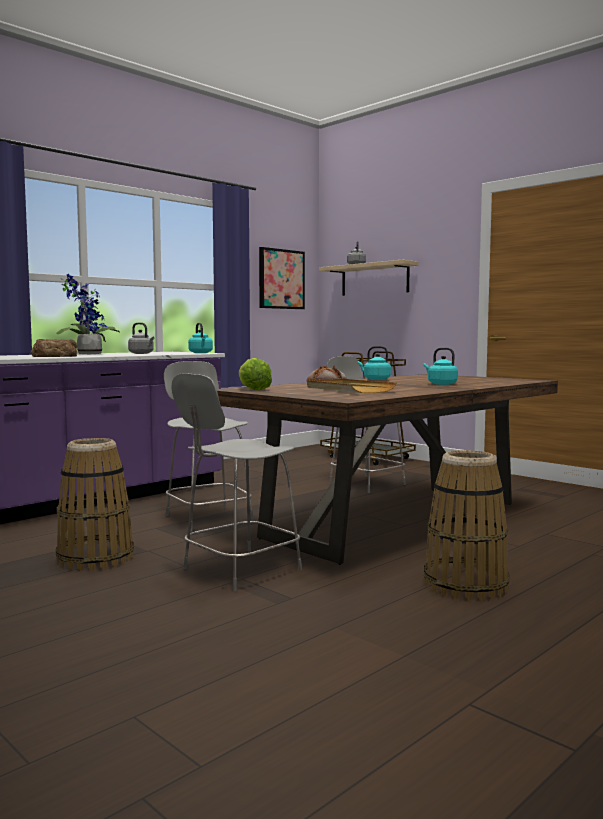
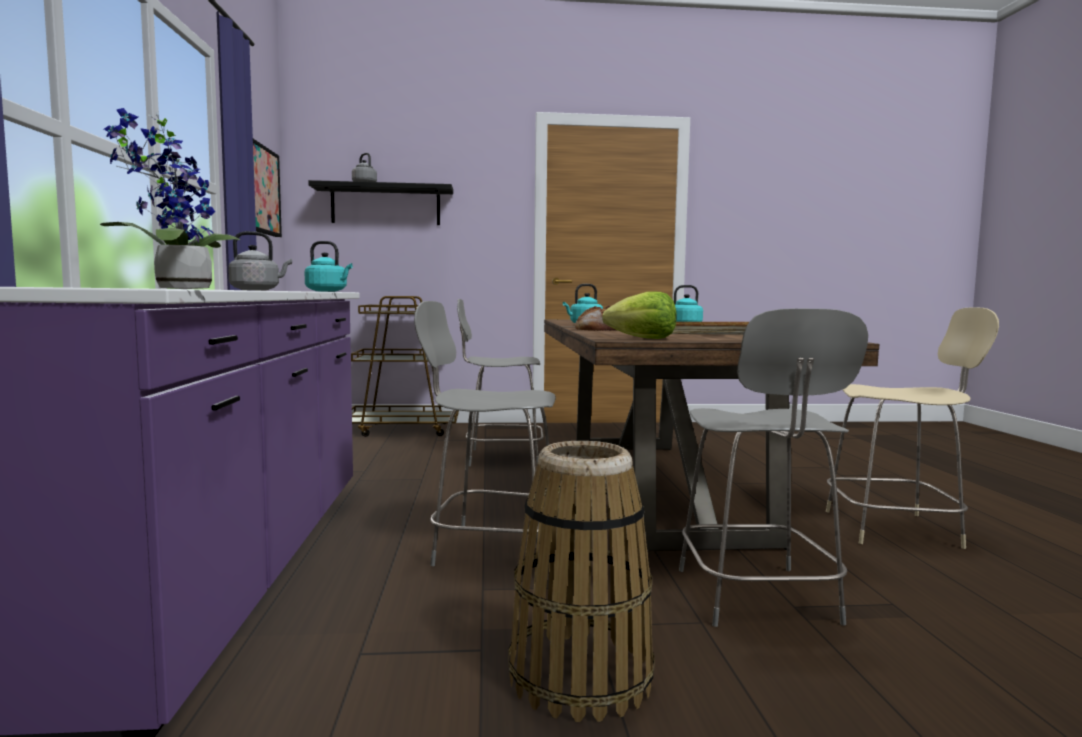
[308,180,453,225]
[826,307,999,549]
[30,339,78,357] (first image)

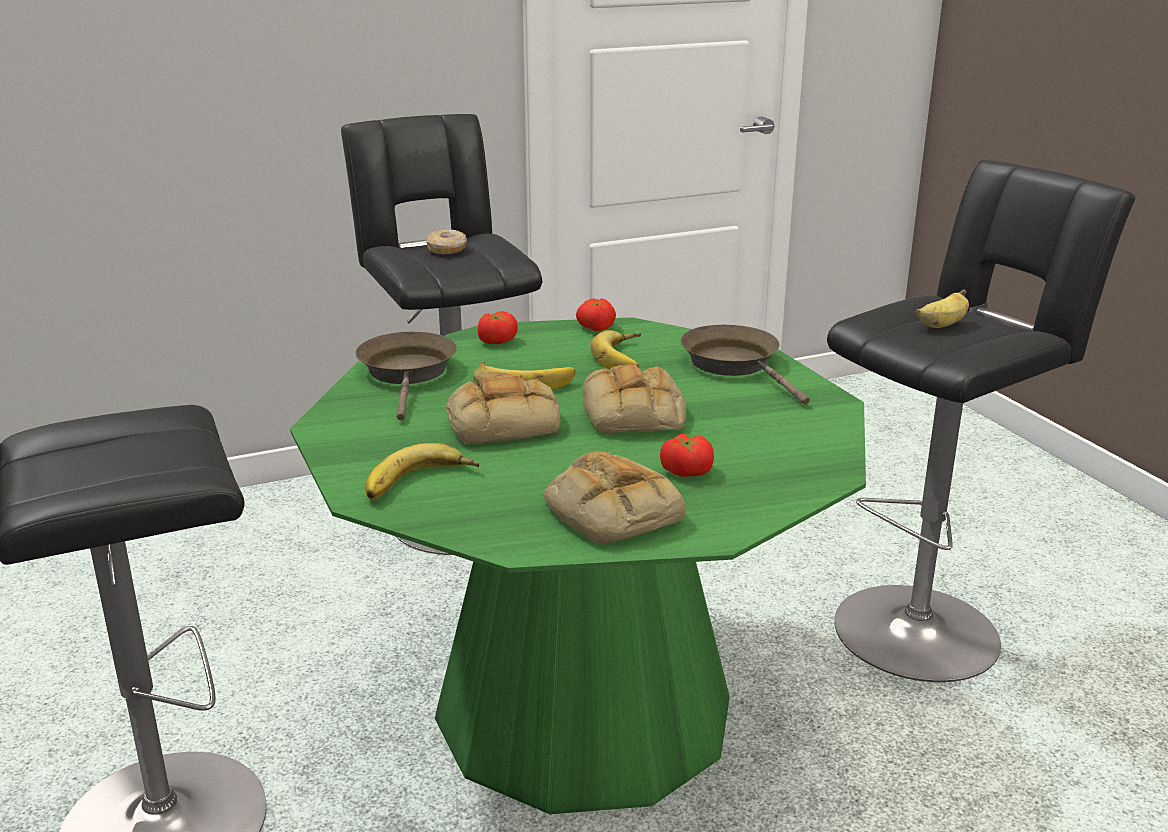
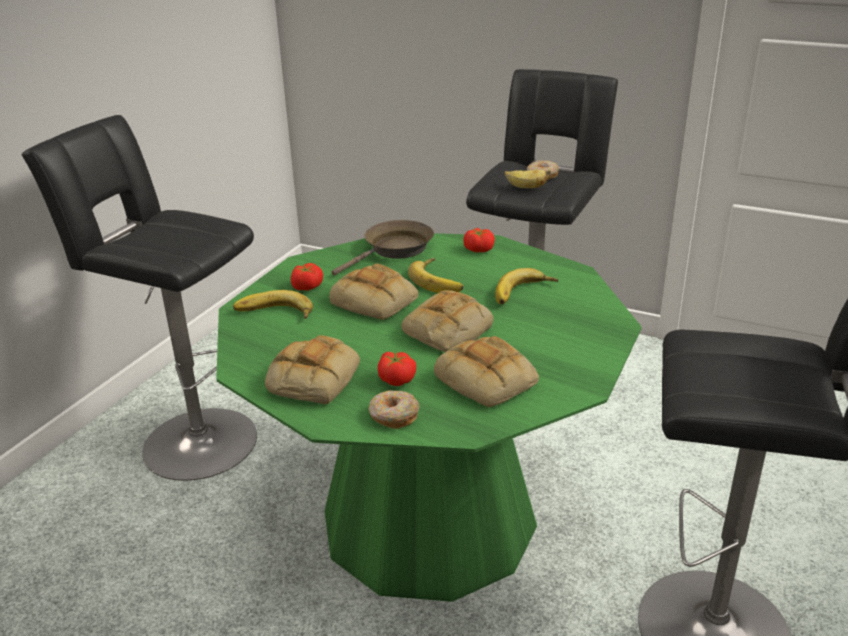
[291,263,323,291]
[369,391,420,429]
[434,336,539,408]
[505,170,551,188]
[680,325,810,404] (first image)

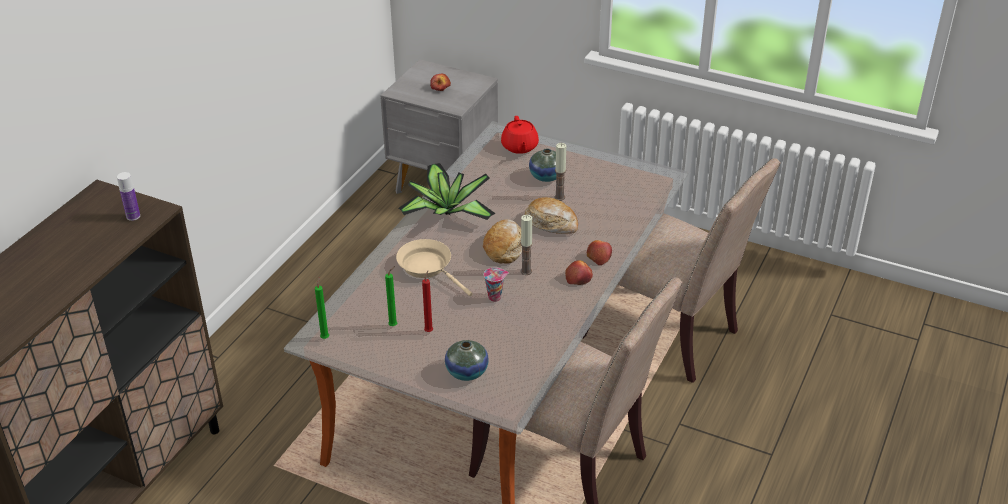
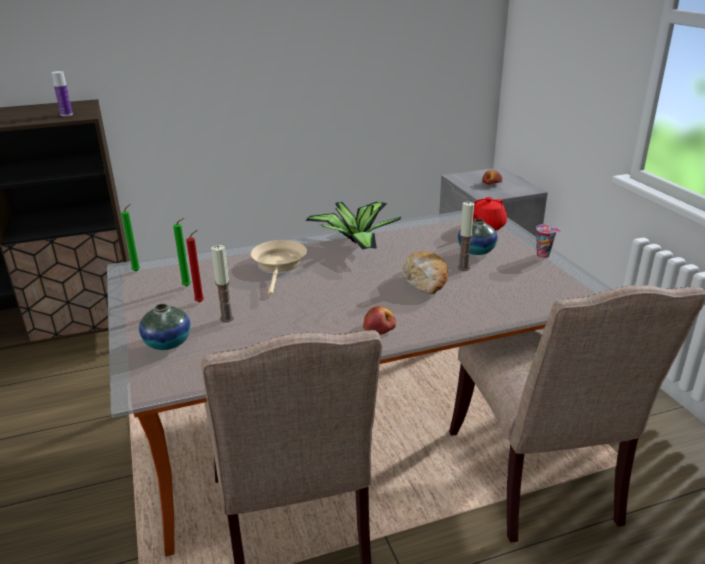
[211,245,234,322]
[536,224,561,258]
[483,219,522,264] (first image)
[587,240,612,265] (first image)

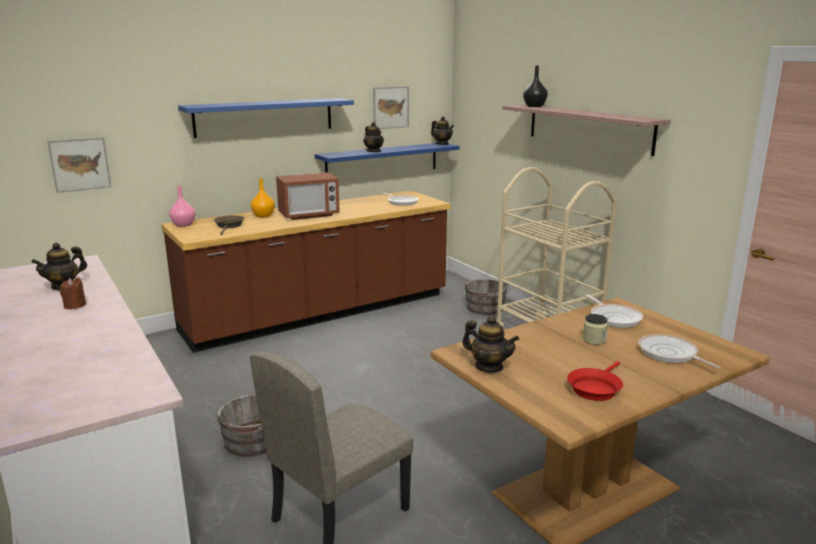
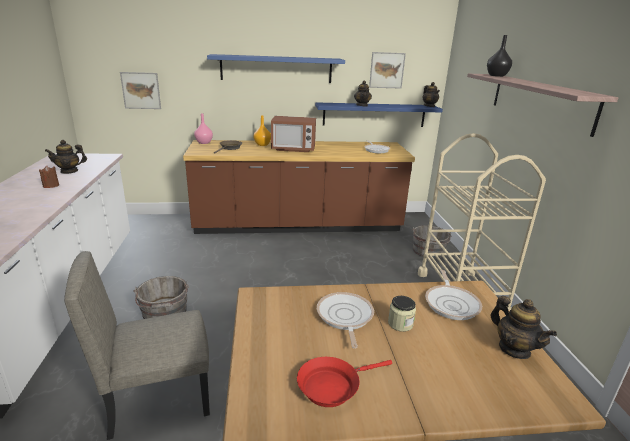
[317,292,374,348]
[491,296,557,359]

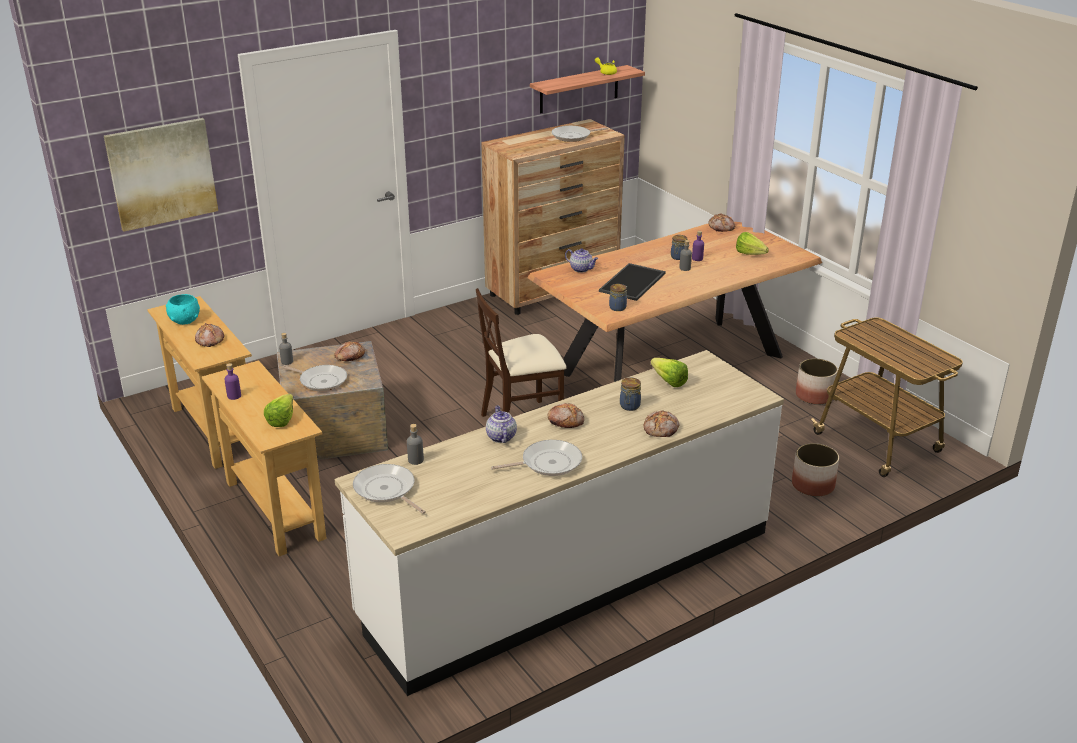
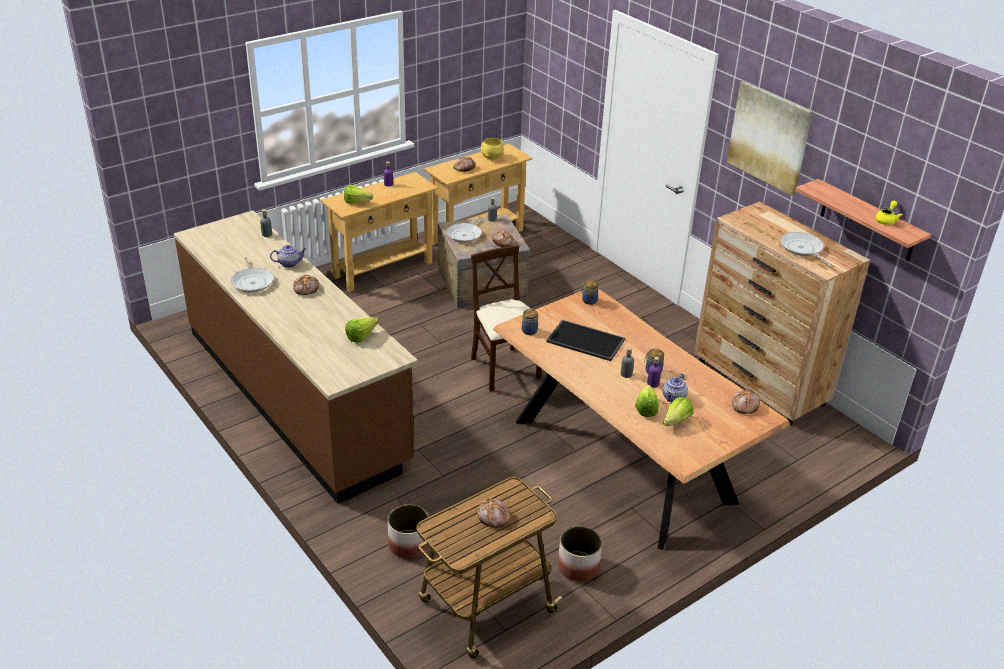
[174,210,418,504]
[478,499,511,528]
[481,138,504,159]
[581,280,599,305]
[635,385,659,417]
[662,373,688,402]
[727,81,813,196]
[353,464,426,514] (first image)

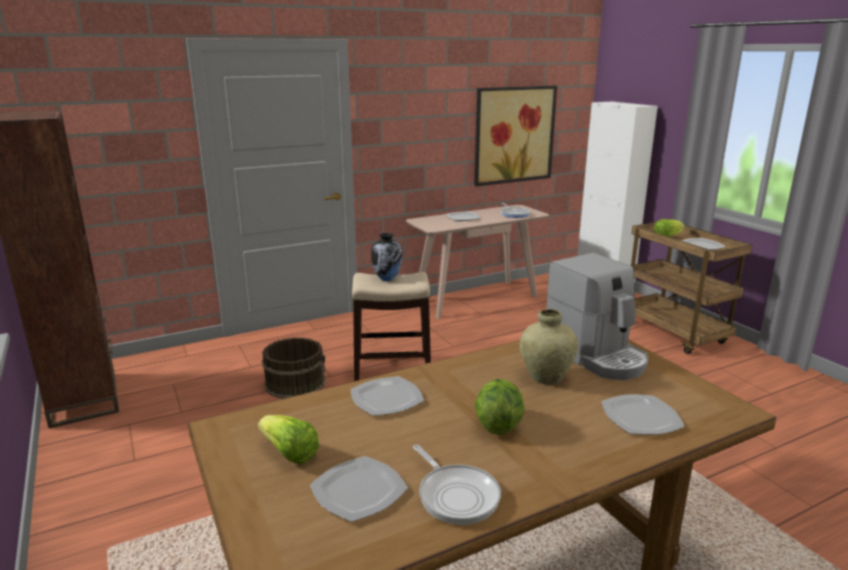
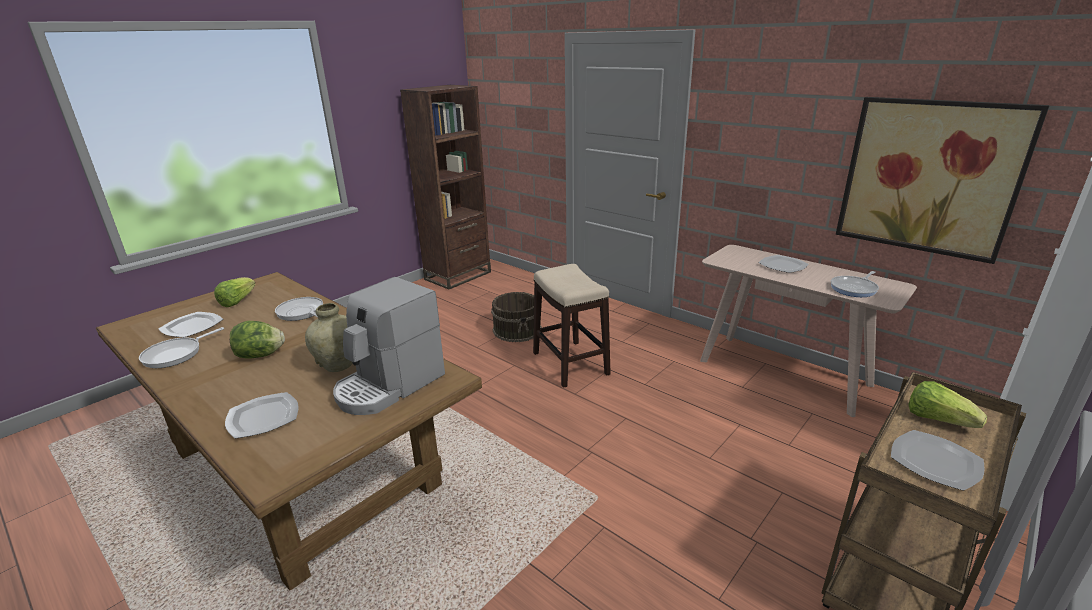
[275,297,323,321]
[371,233,403,281] (first image)

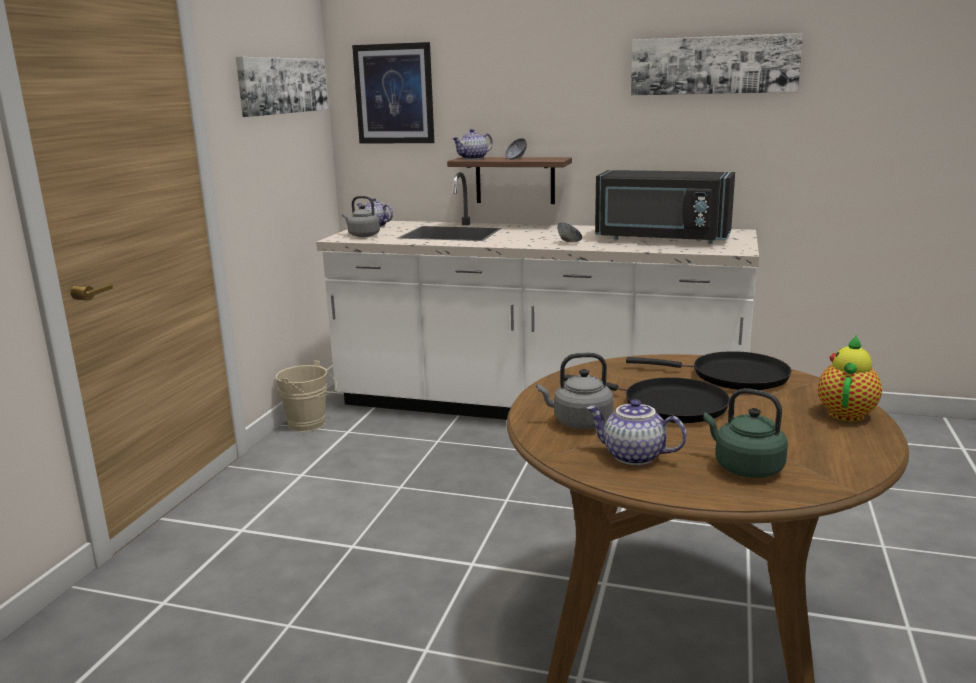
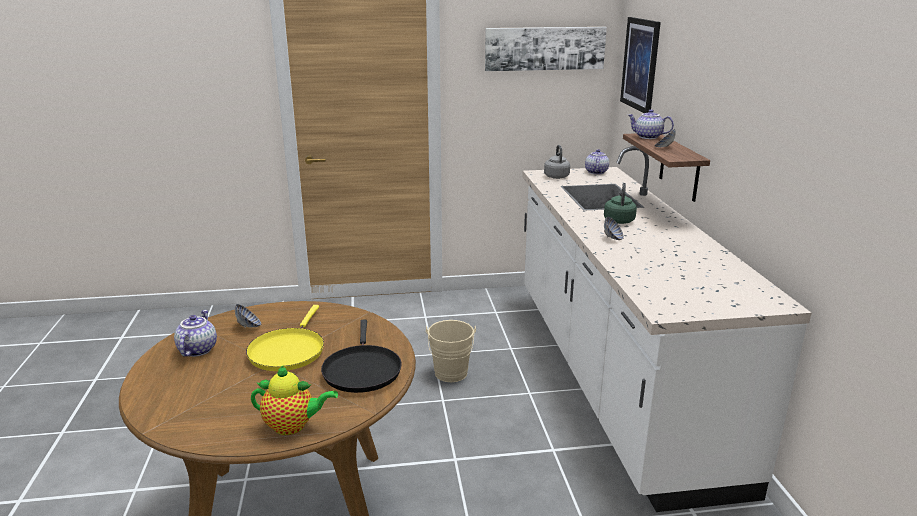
[235,304,261,328]
[246,305,324,371]
[426,320,476,382]
[604,183,637,224]
[595,170,735,244] (first image)
[631,33,803,95] (first image)

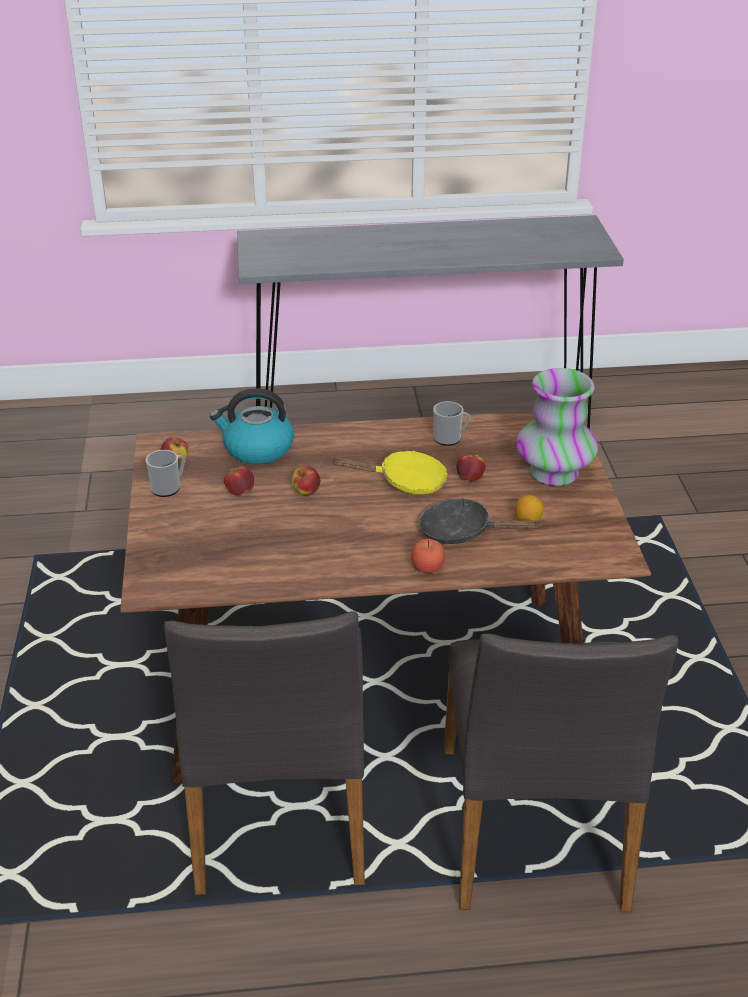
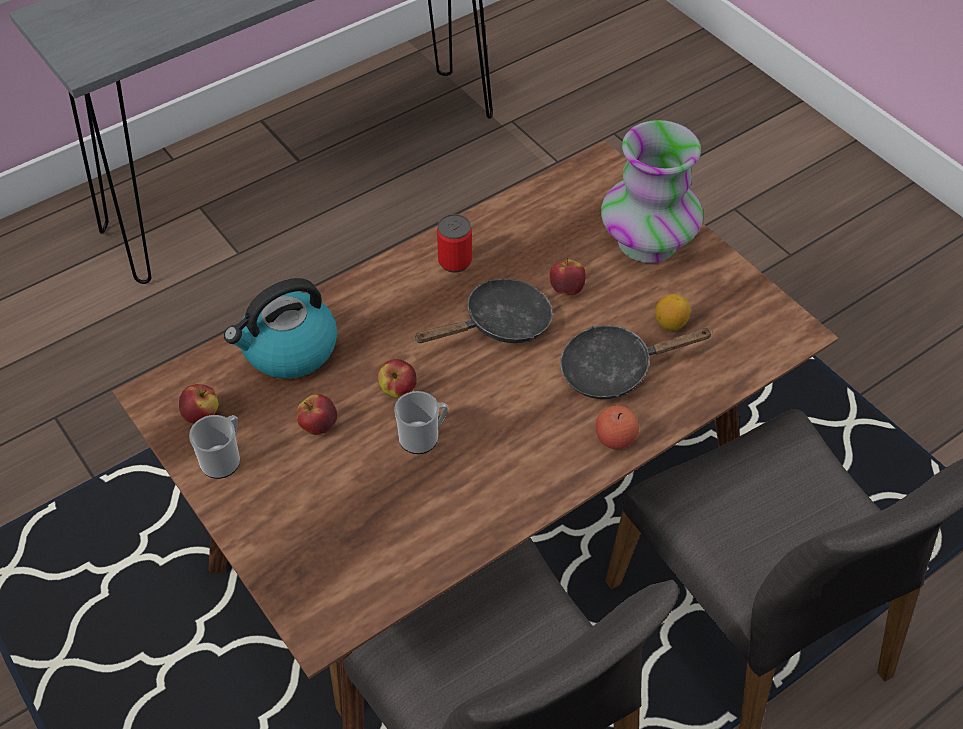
[394,391,448,454]
[414,279,553,343]
[437,214,472,273]

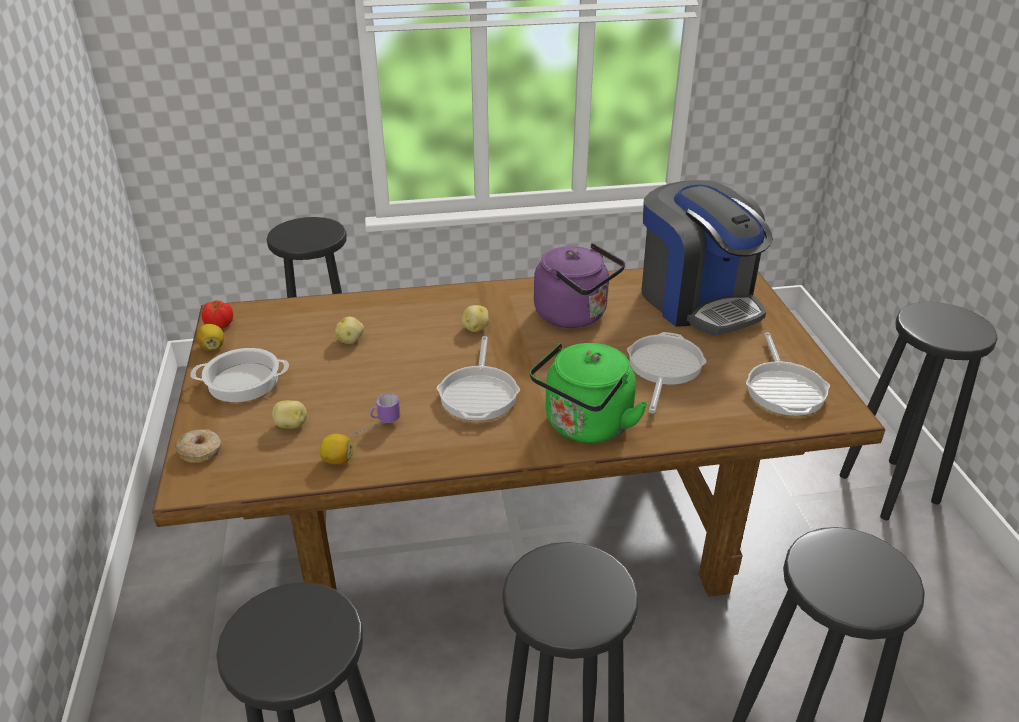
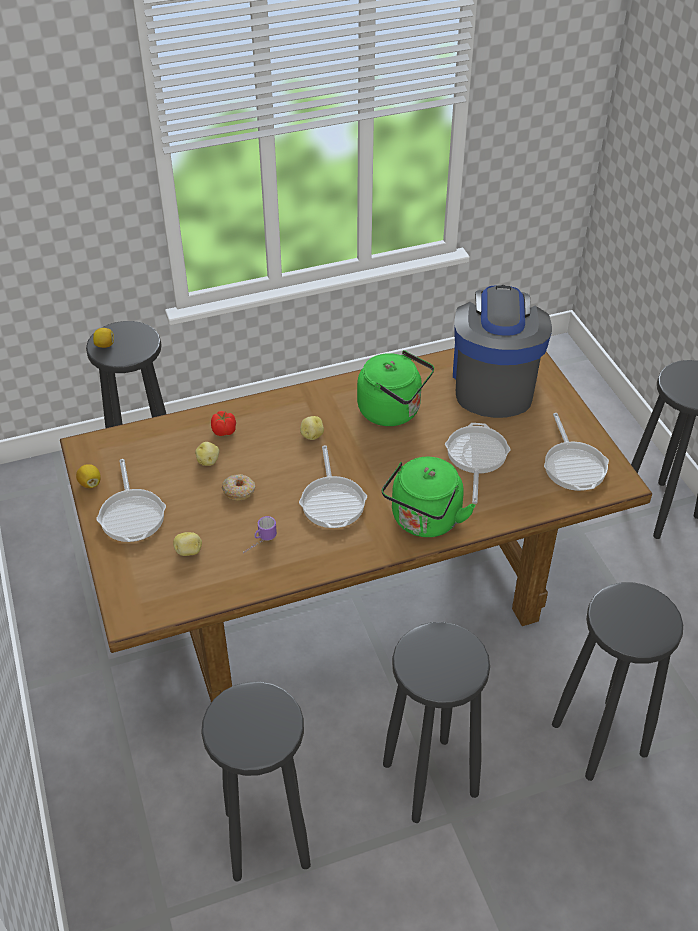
[93,328,114,348]
[96,459,166,542]
[211,411,236,436]
[222,474,255,501]
[357,350,434,426]
[453,285,552,418]

